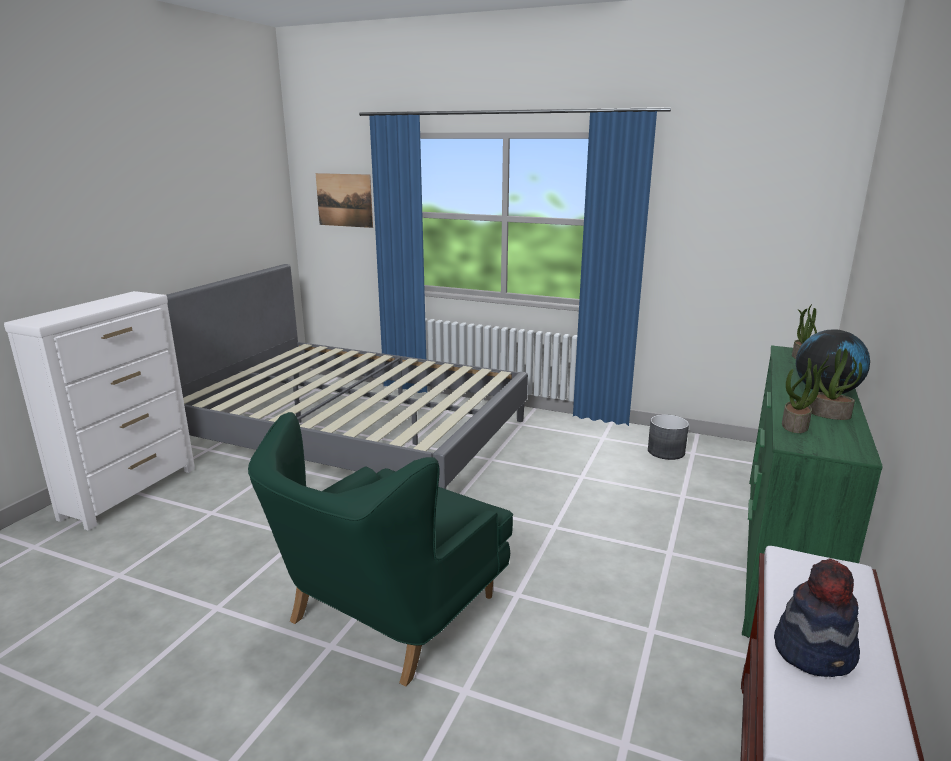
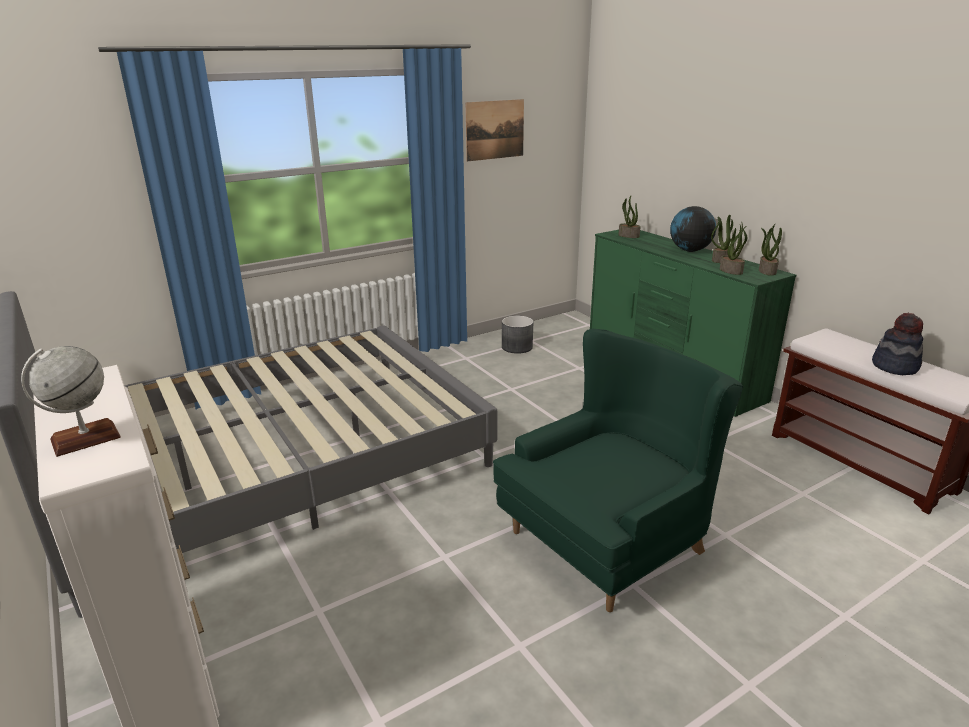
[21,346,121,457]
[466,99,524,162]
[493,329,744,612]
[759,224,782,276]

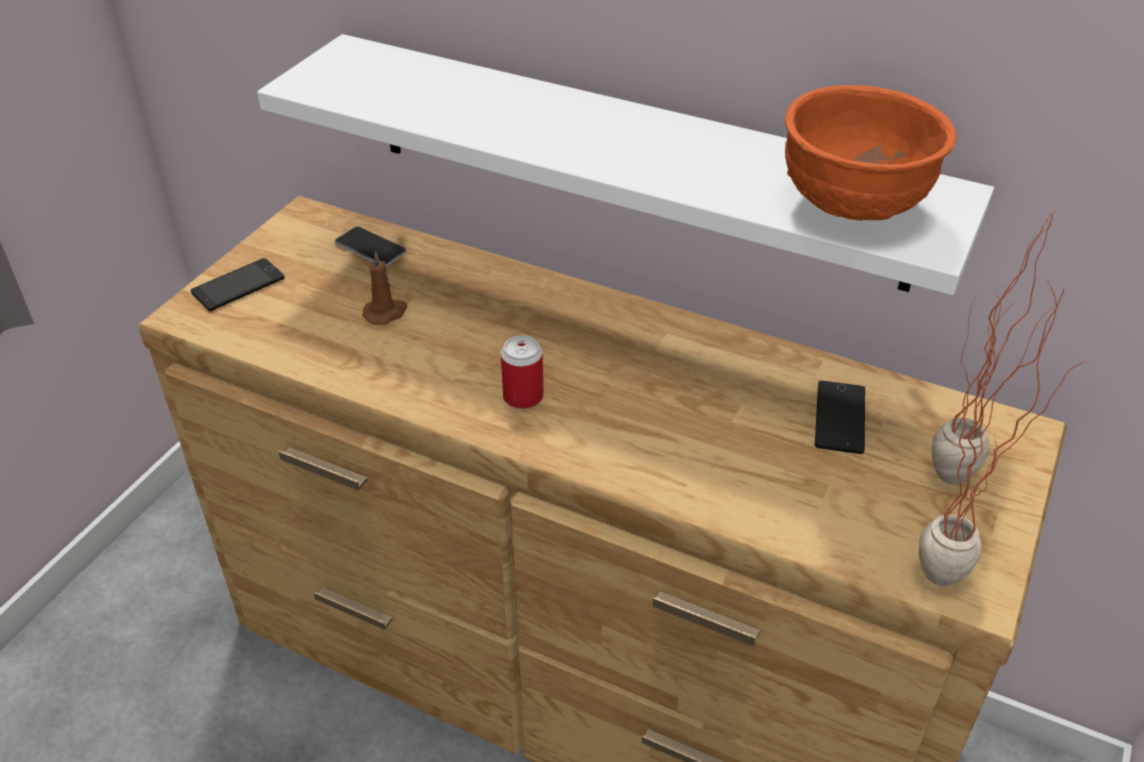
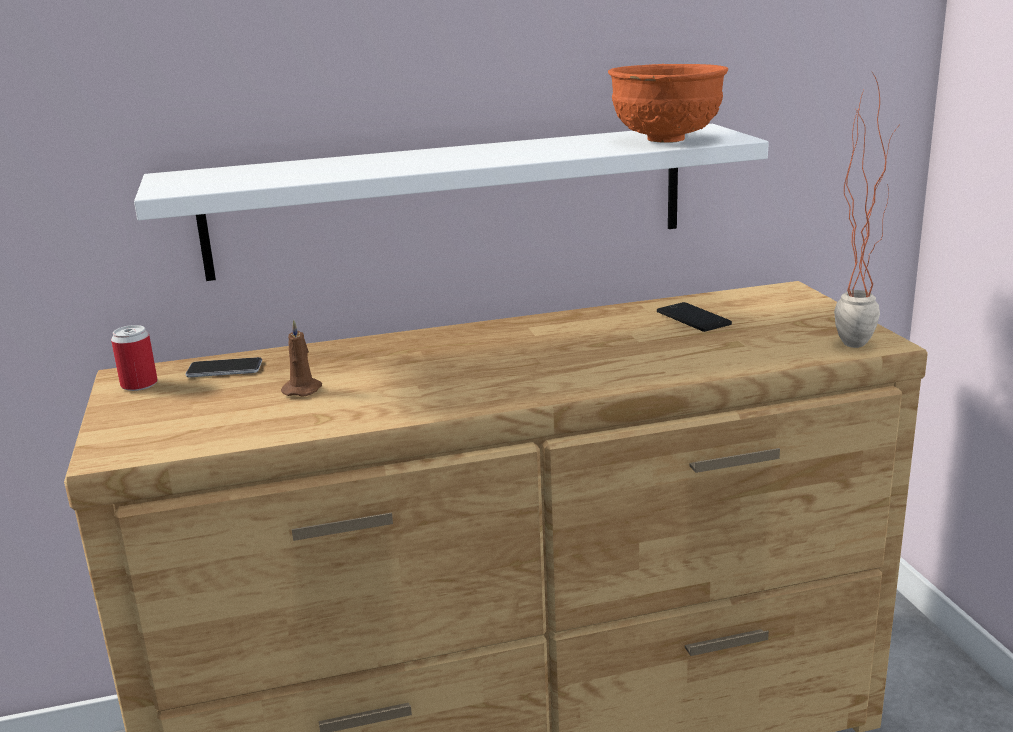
[111,325,158,391]
[191,258,285,311] (first image)
[932,211,1064,484] (first image)

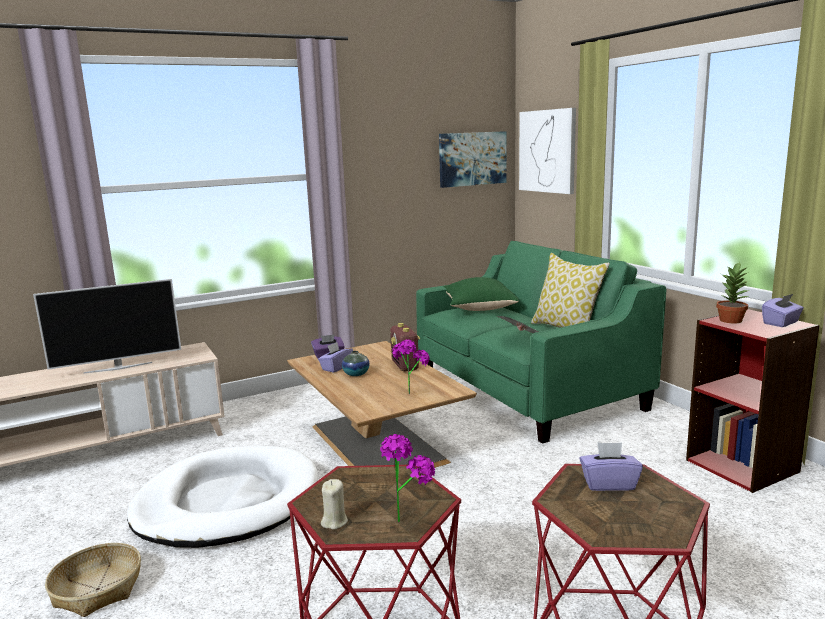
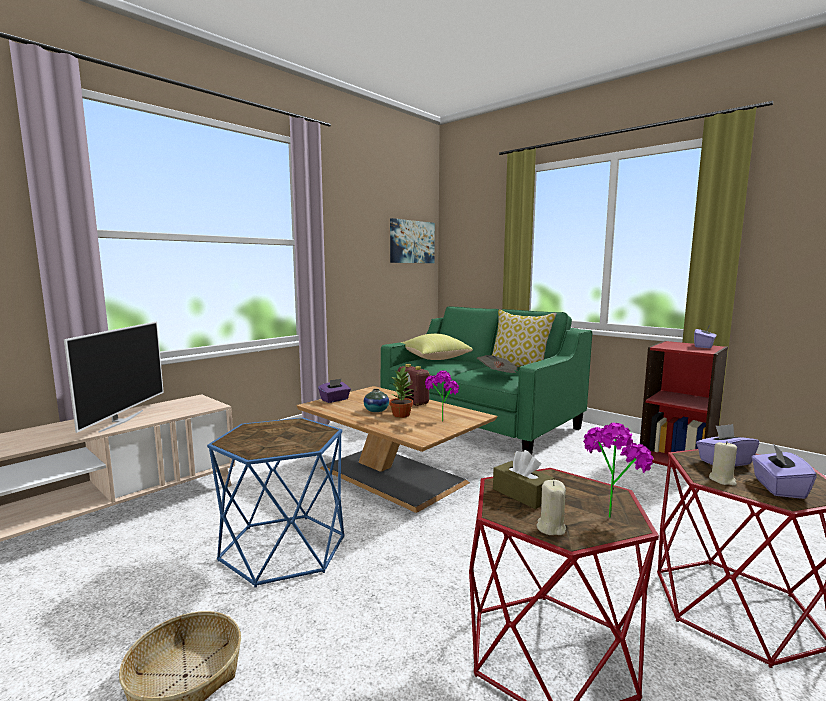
[64,322,164,433]
[207,418,345,587]
[389,366,413,418]
[401,333,473,360]
[493,450,555,509]
[709,441,737,486]
[751,443,817,499]
[519,108,576,194] (first image)

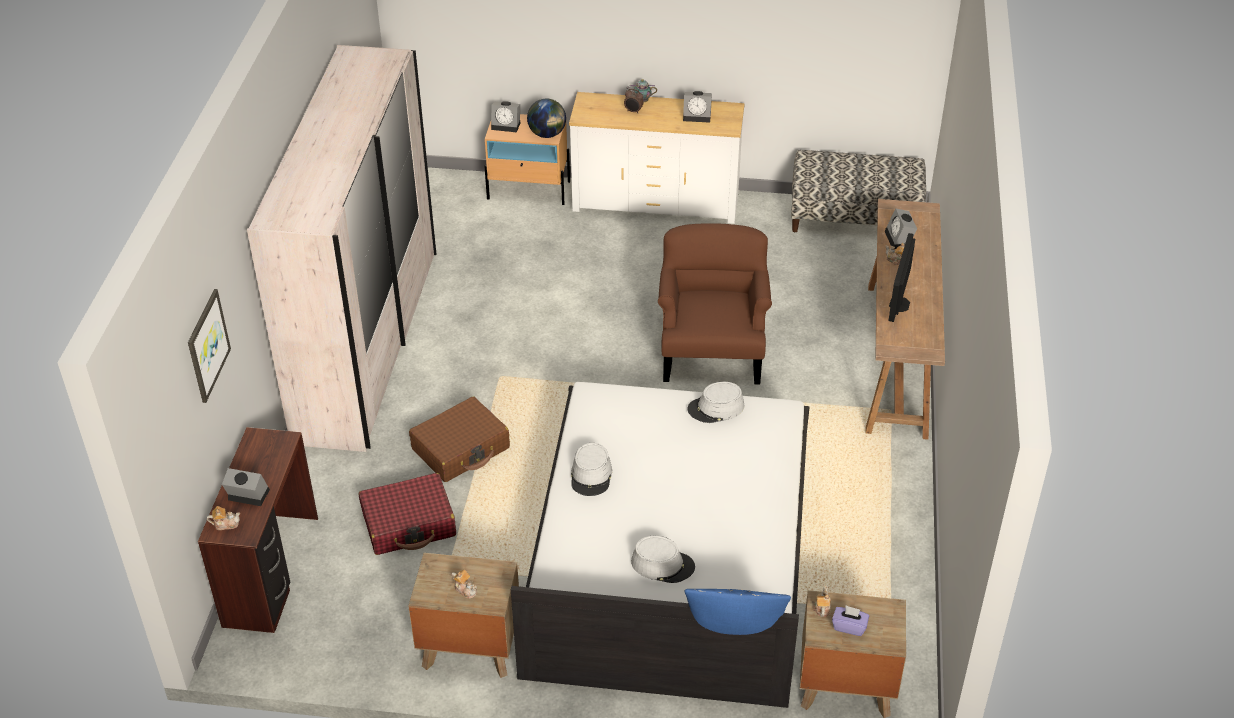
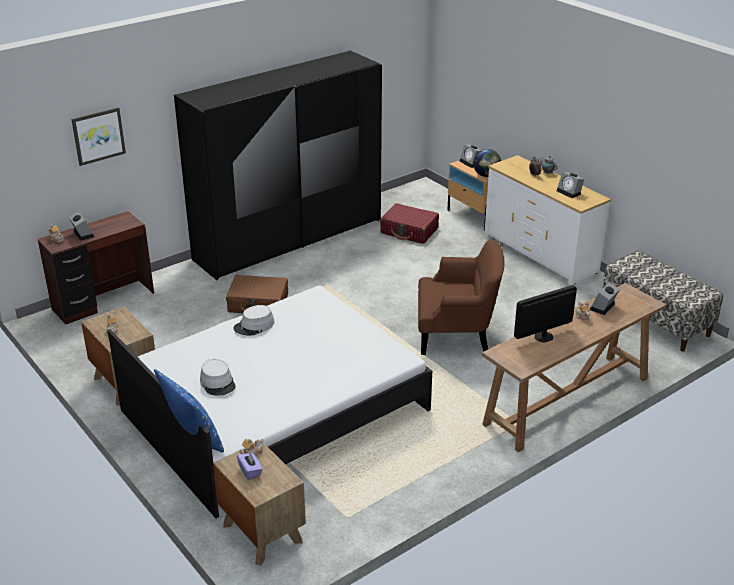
[174,51,382,280]
[380,203,439,244]
[418,240,505,355]
[687,381,744,423] (first image)

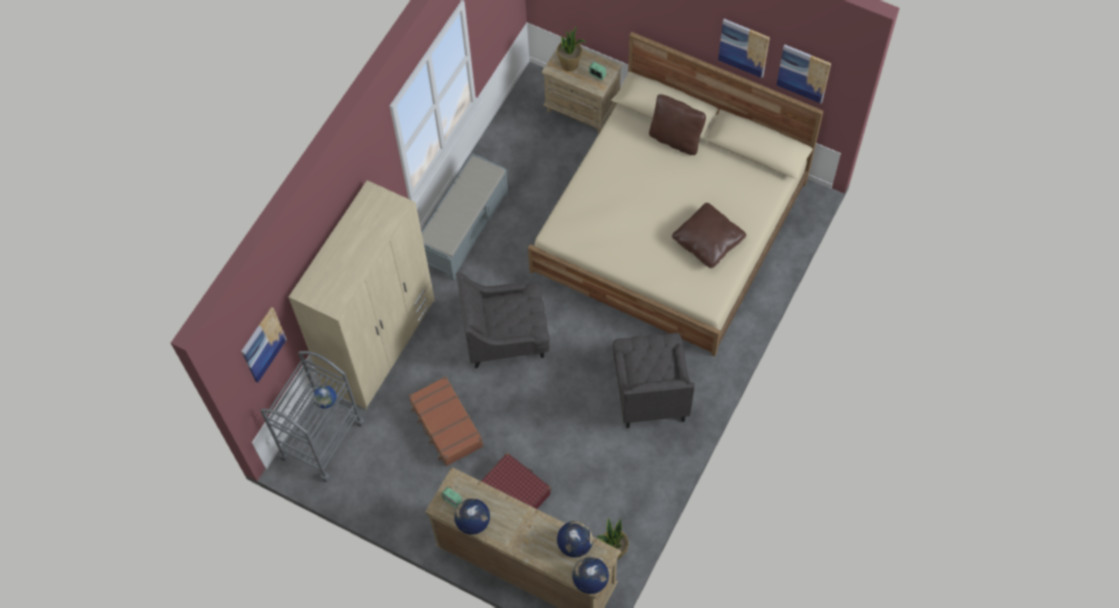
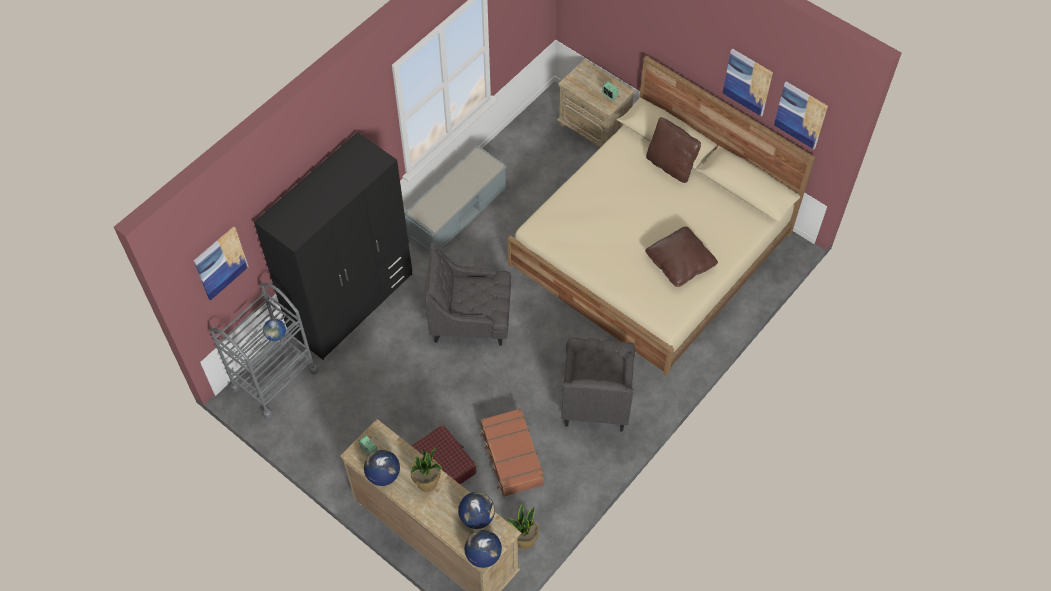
[254,132,412,360]
[410,447,442,492]
[480,408,545,497]

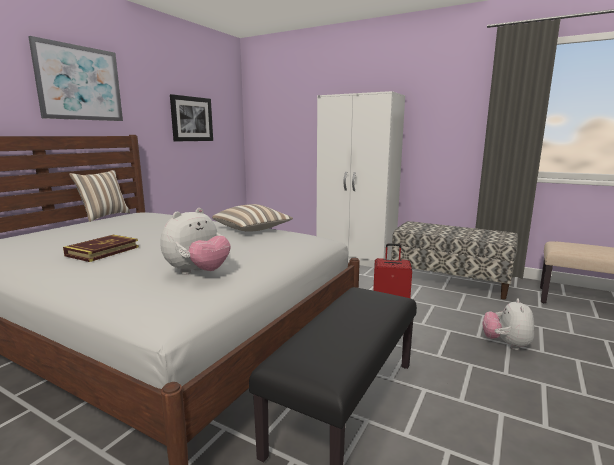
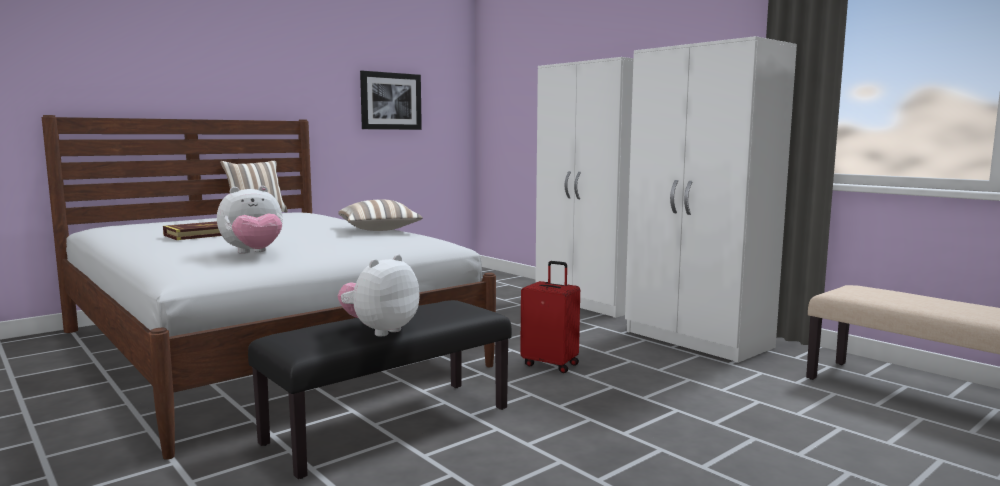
[338,254,420,336]
[625,36,797,363]
[28,36,123,121] (first image)

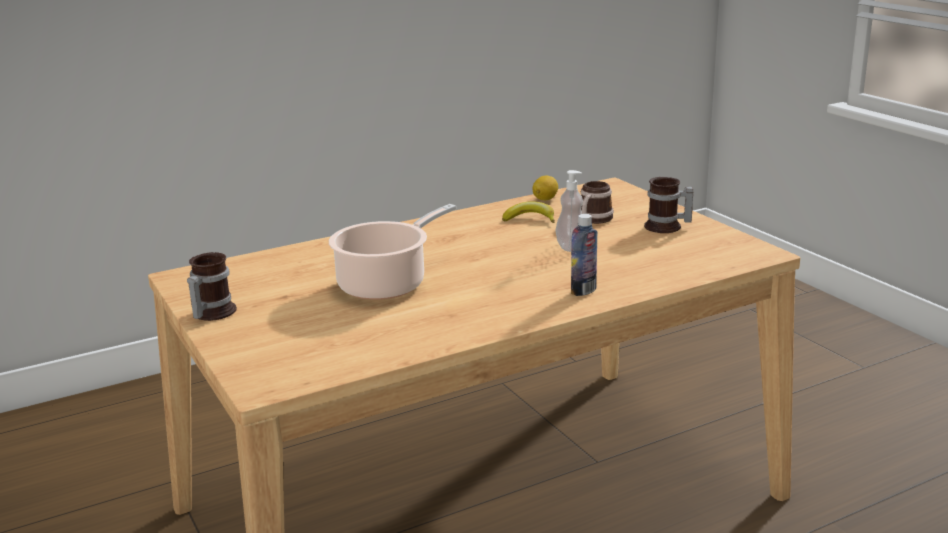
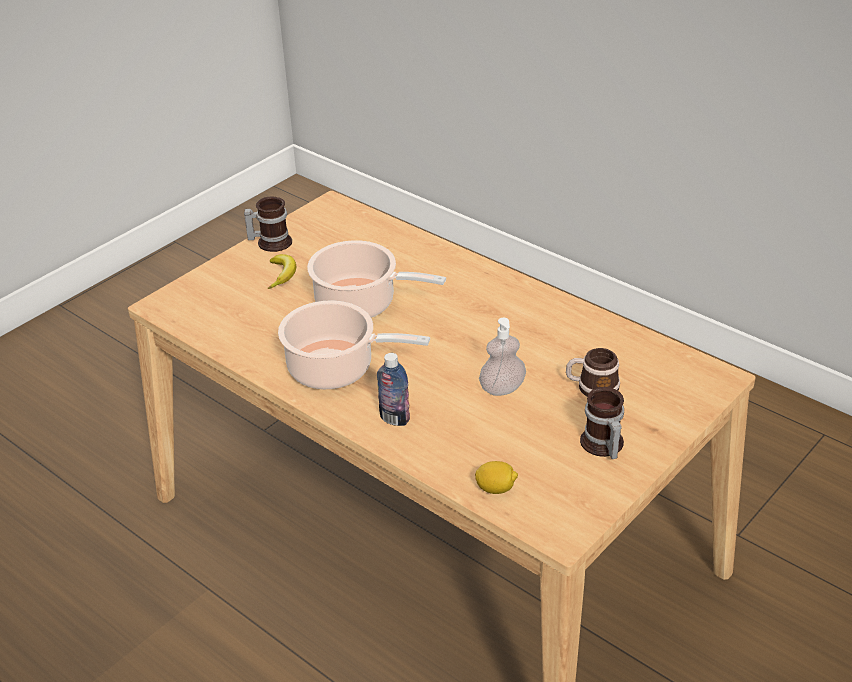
[268,254,296,289]
[278,300,430,389]
[475,461,518,494]

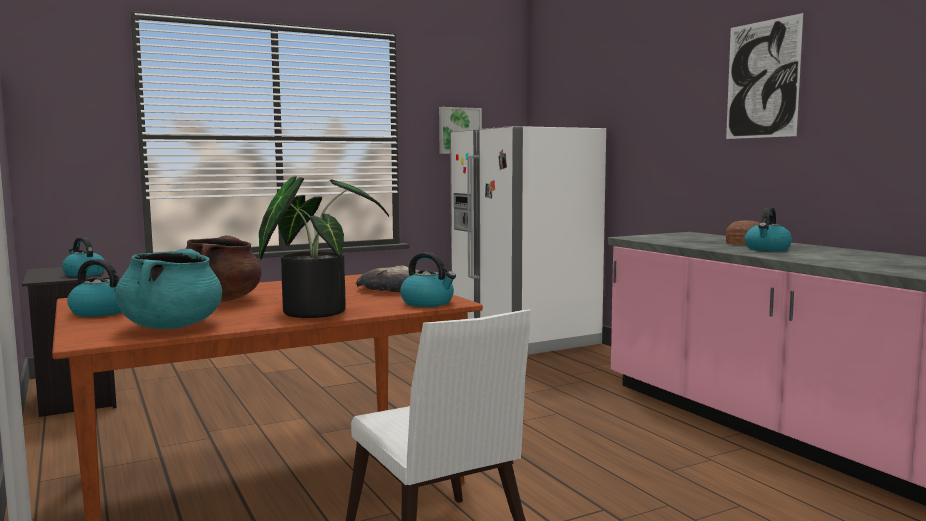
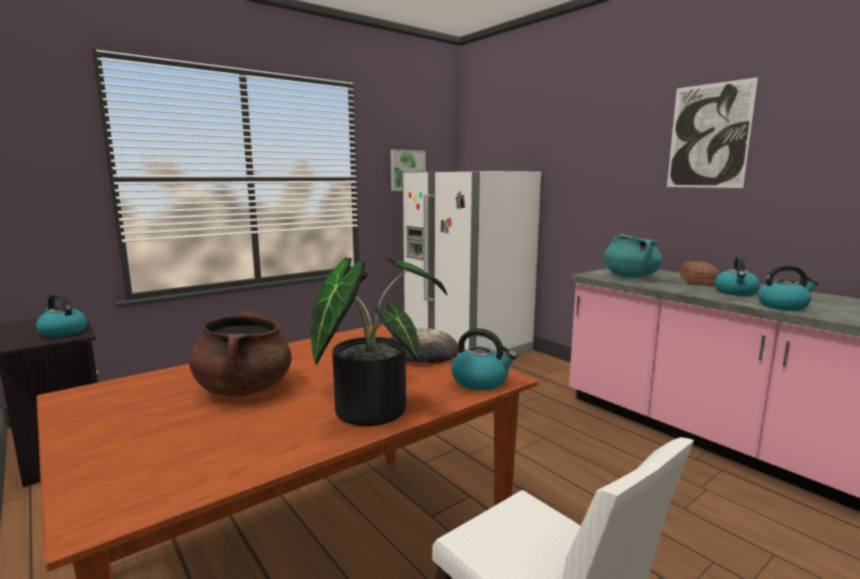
[604,234,662,278]
[758,265,819,311]

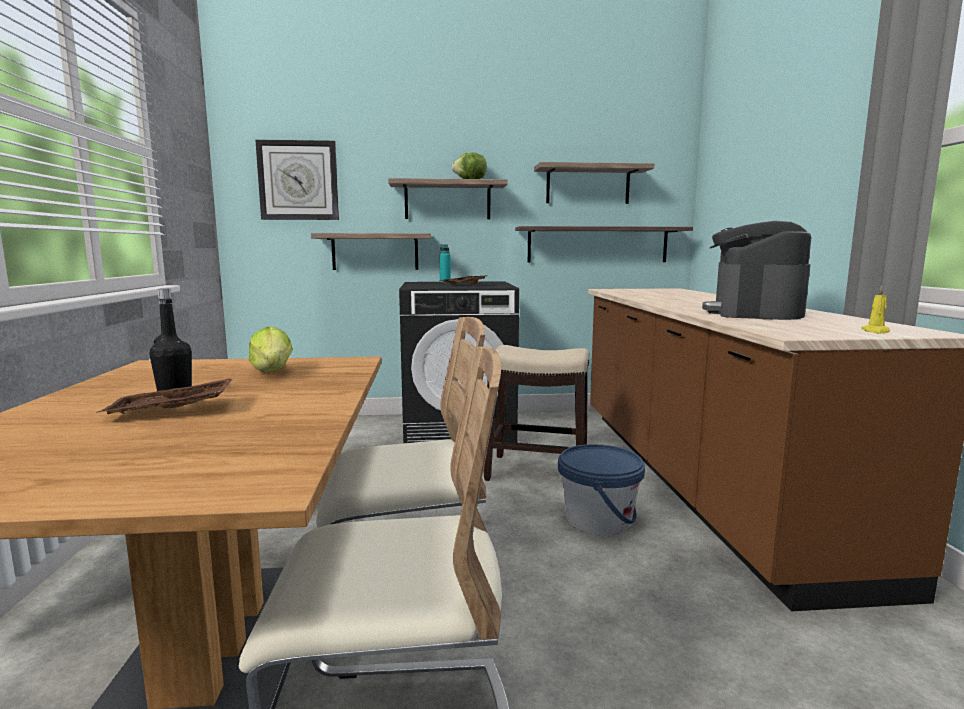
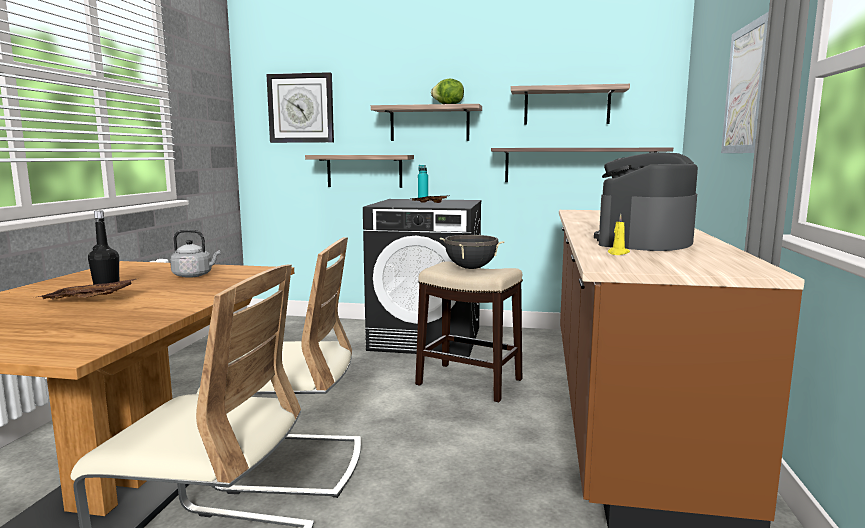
[170,229,220,278]
[440,235,504,269]
[608,214,630,255]
[721,12,769,153]
[558,444,645,536] (first image)

